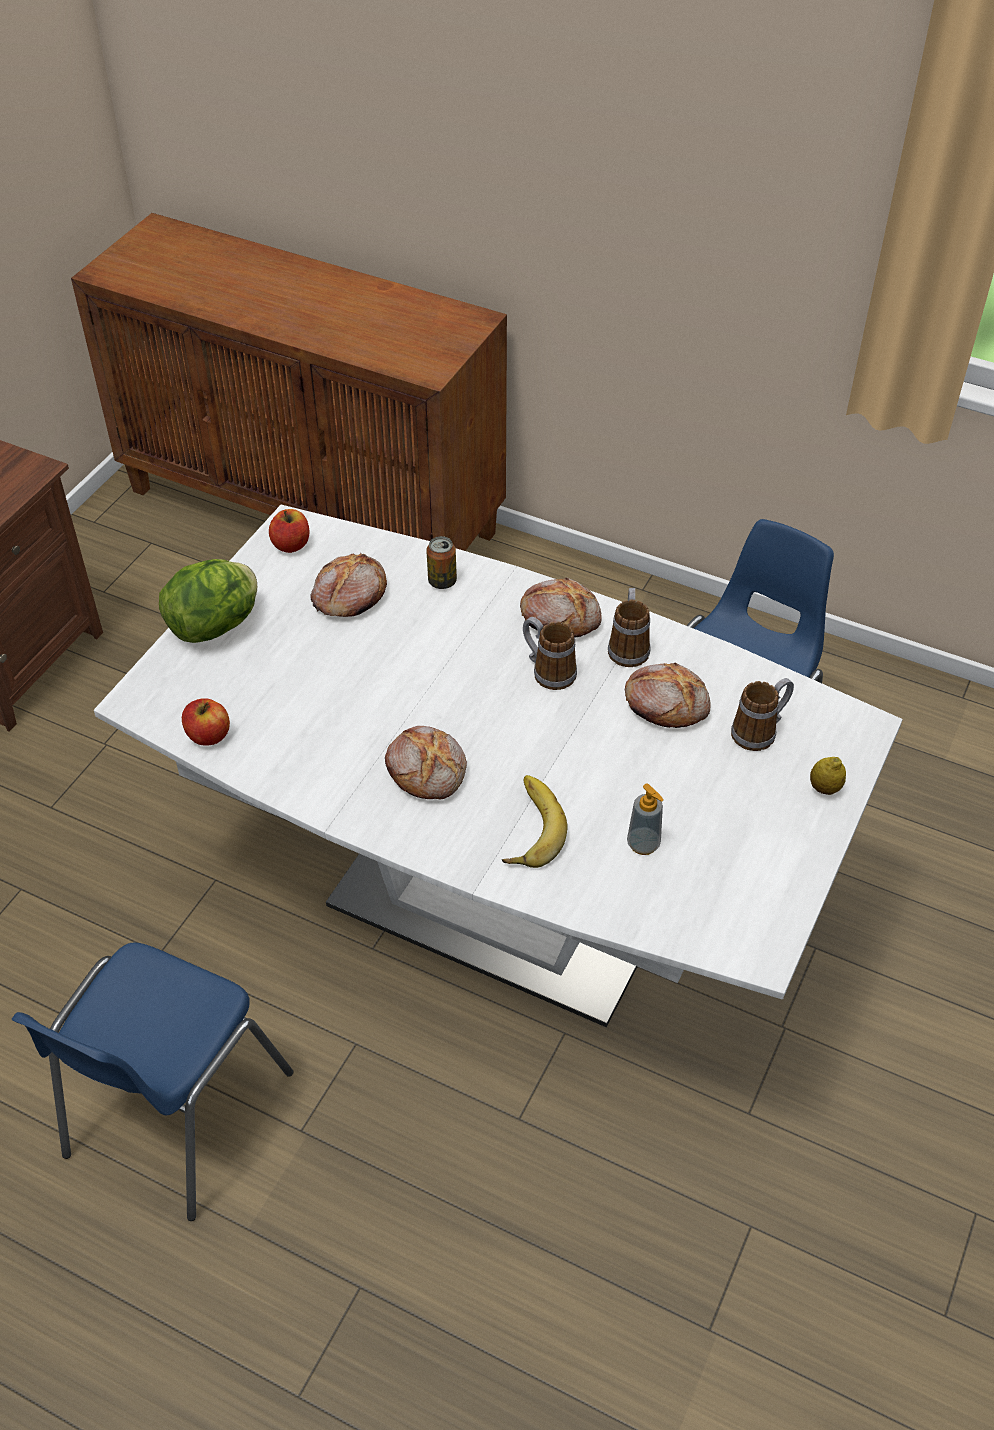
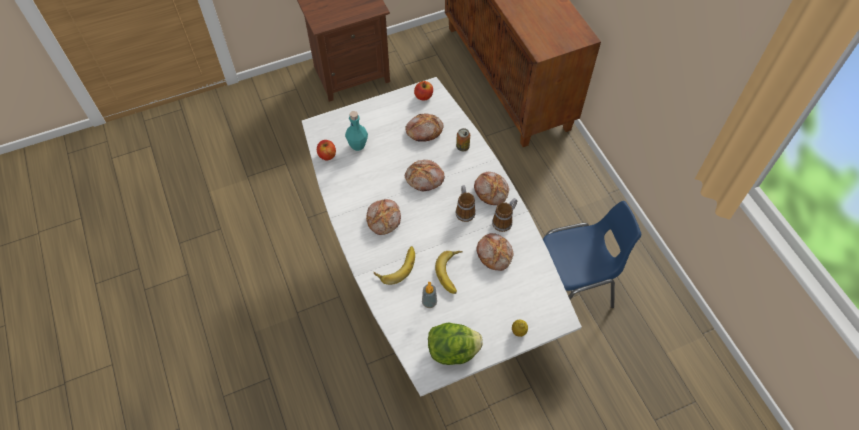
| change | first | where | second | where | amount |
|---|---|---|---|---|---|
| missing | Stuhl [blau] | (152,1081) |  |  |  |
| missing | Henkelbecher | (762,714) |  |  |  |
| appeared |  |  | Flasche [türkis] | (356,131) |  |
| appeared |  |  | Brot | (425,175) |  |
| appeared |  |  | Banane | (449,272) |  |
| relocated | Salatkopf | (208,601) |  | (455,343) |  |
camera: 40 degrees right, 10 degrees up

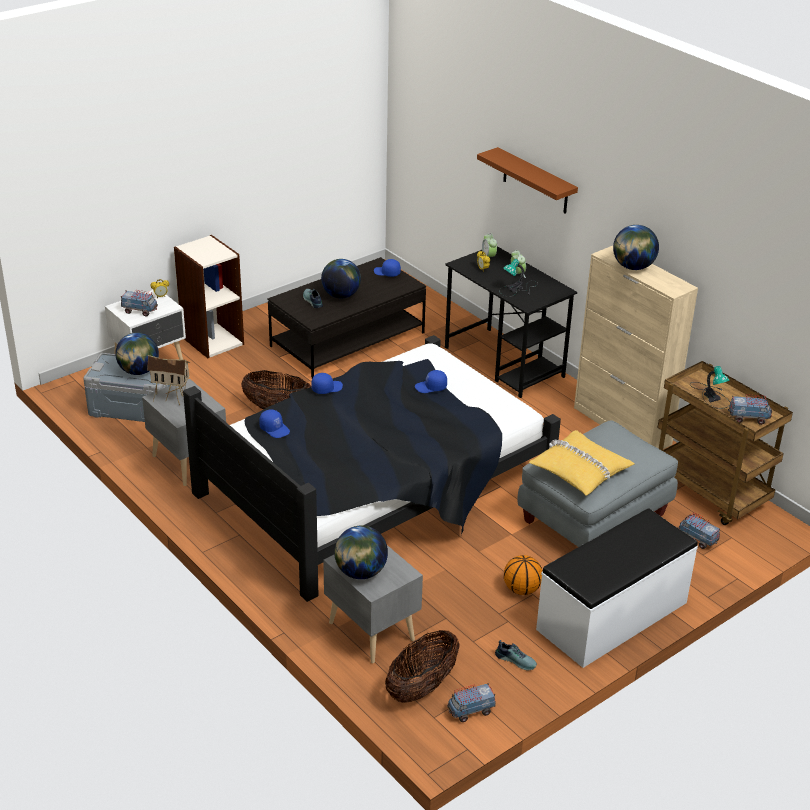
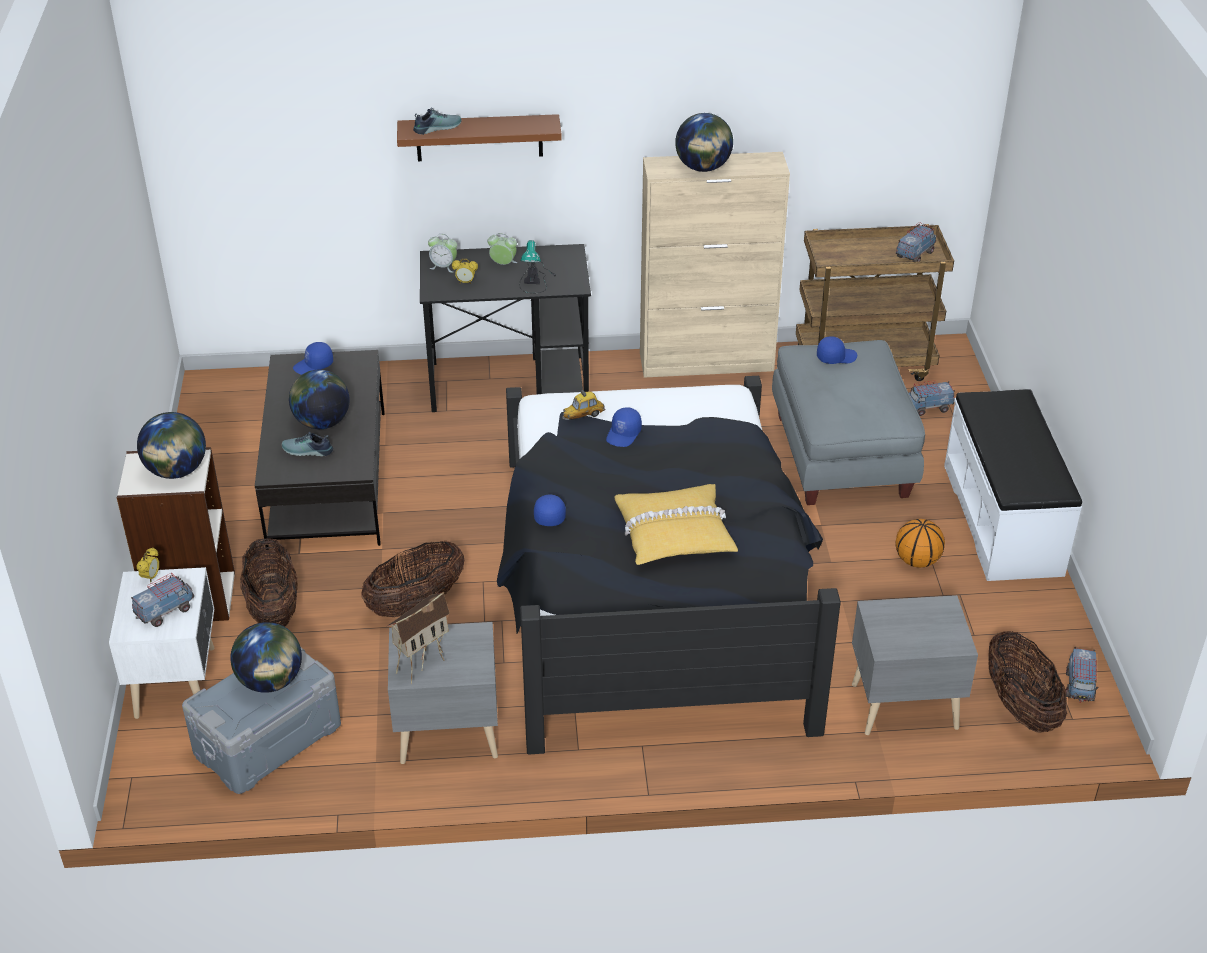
| change | first | where | second | where | amount |
|---|---|---|---|---|---|
| missing | Tischlampe | (710,387) |  |  |  |
| appeared |  |  | Korb | (269,582) |  |
| appeared |  |  | Spielzeugauto | (584,405) |  |
| relocated | Kappe [blau] | (274,423) |  | (837,350) |  |
| relocated | Globus | (361,552) |  | (171,445) |  |
| relocated | Schuh | (516,655) |  | (437,121) |  |
| relocated | Kissen [gelb] | (582,462) |  | (676,524) |  |
camera: 55 degrees left, 5 degrees up

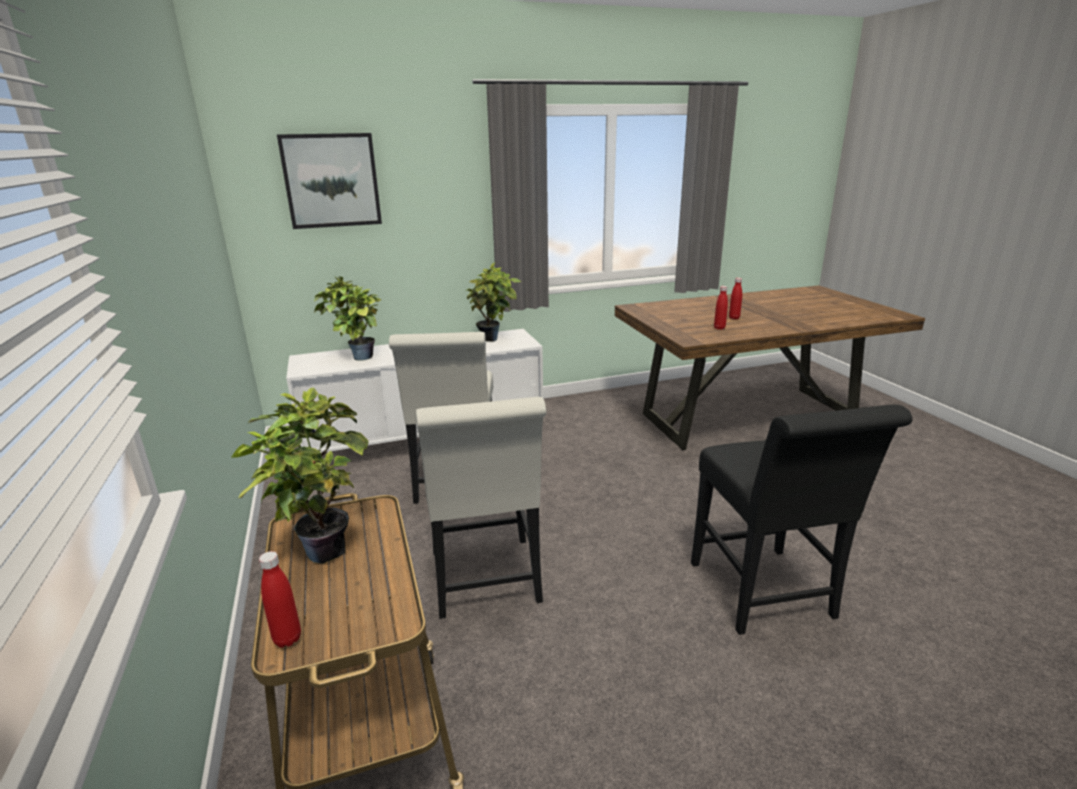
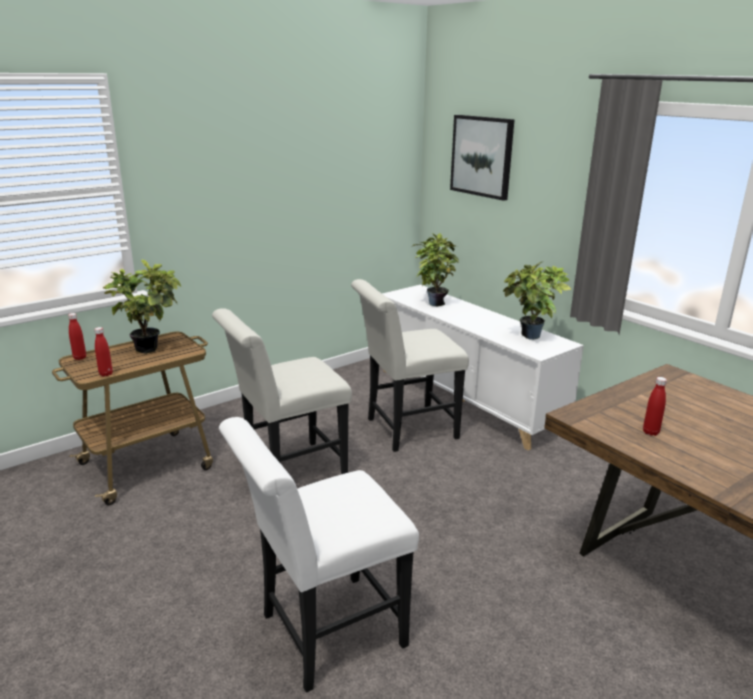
| change | first | where | second | where | amount |
|---|---|---|---|---|---|
| relocated | Flasche [rot] | (735,298) |  | (103,351) |  |
| colour | Stuhl [schwarz] | (802,519) | Stuhl [weiß] | (319,555) |  |
camera: 70 degrees right, 0 degrees up

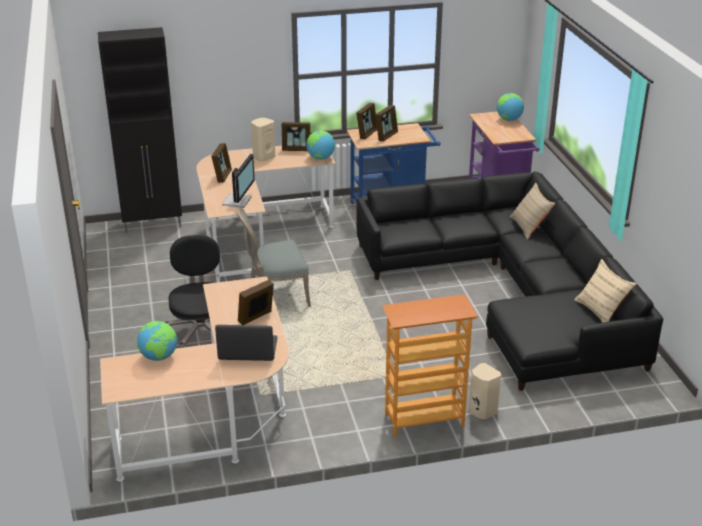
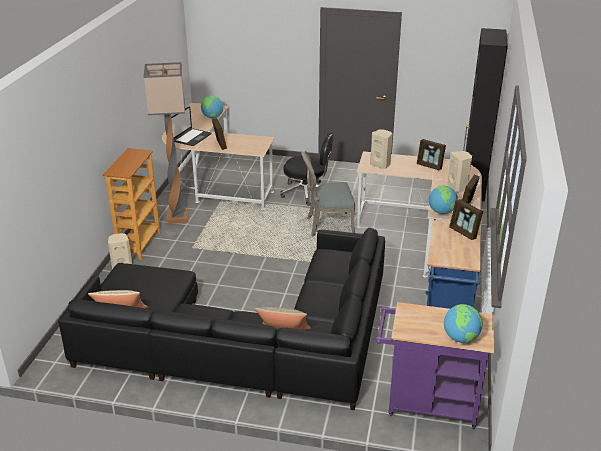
| change | first | where | second | where | amount |
|---|---|---|---|---|---|
| missing | Bilderrahmen | (386,123) |  |  |  |
| appeared |  |  | Stehlampe | (165,143) |  |
| exchanged | Monitor | (238,181) | Lautsprecher [beige] | (381,149) |  |
| spun | Stuhl [grau] | (273,257) |  | (328,193) | 105 degrees counterclockwise |
camera: 115 degrees right, 0 degrees up

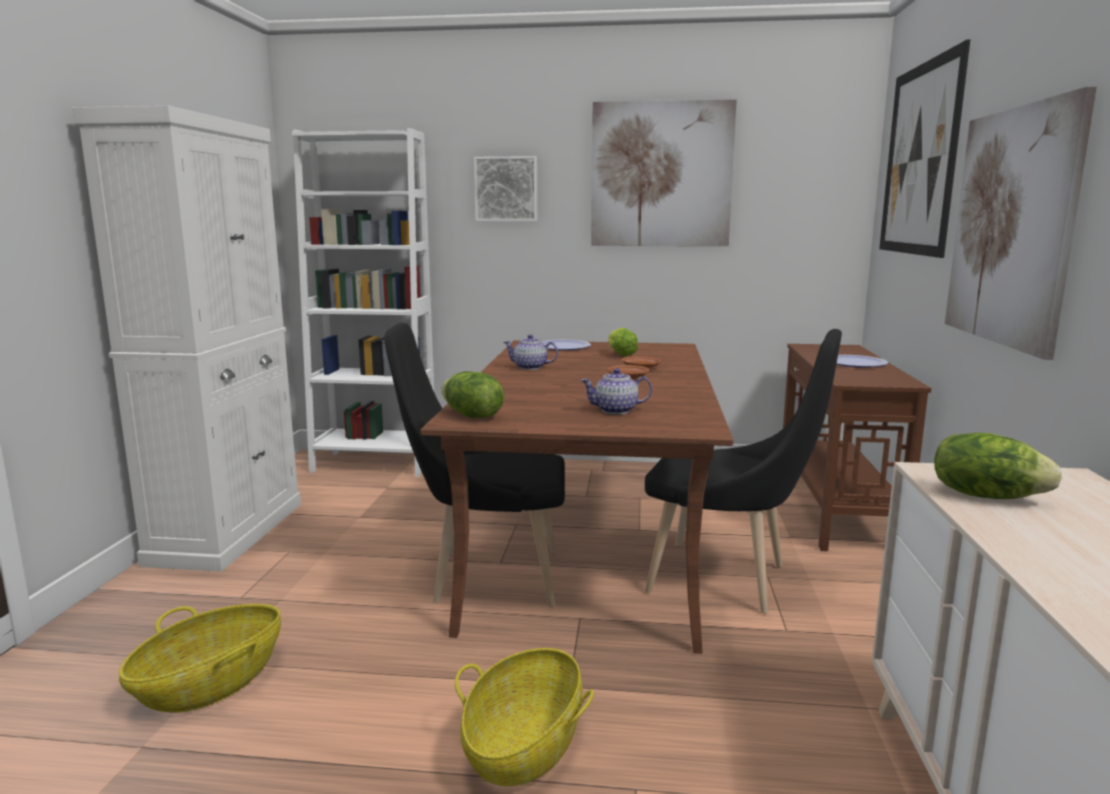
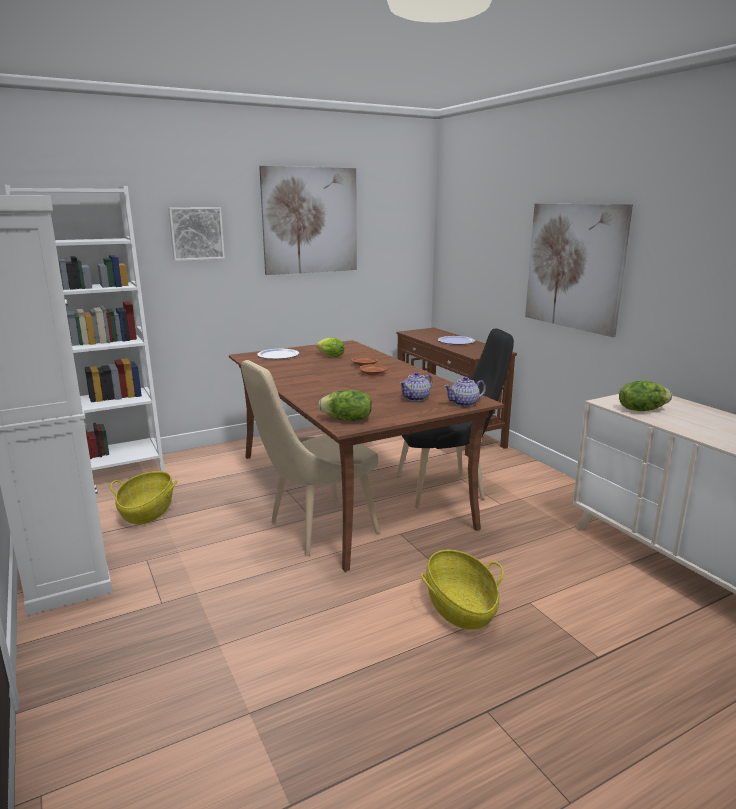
| change | first | where | second | where | amount |
|---|---|---|---|---|---|
| missing | Bild | (924,149) |  |  |  |
| relocated | Korb | (200,658) |  | (143,497) |  |
| relocated | Teekanne | (530,352) |  | (465,391) |  |
| colour | Stuhl [schwarz] | (474,465) | Stuhl [beige] | (310,458) |  |
camera: 35 degrees left, 5 degrees up

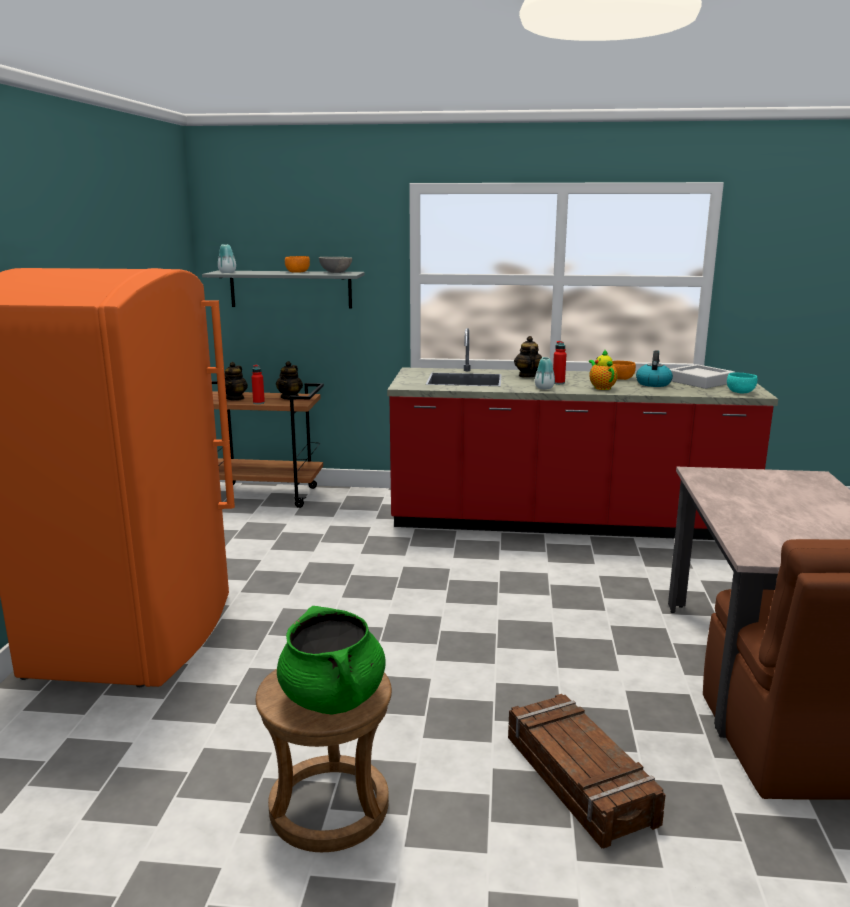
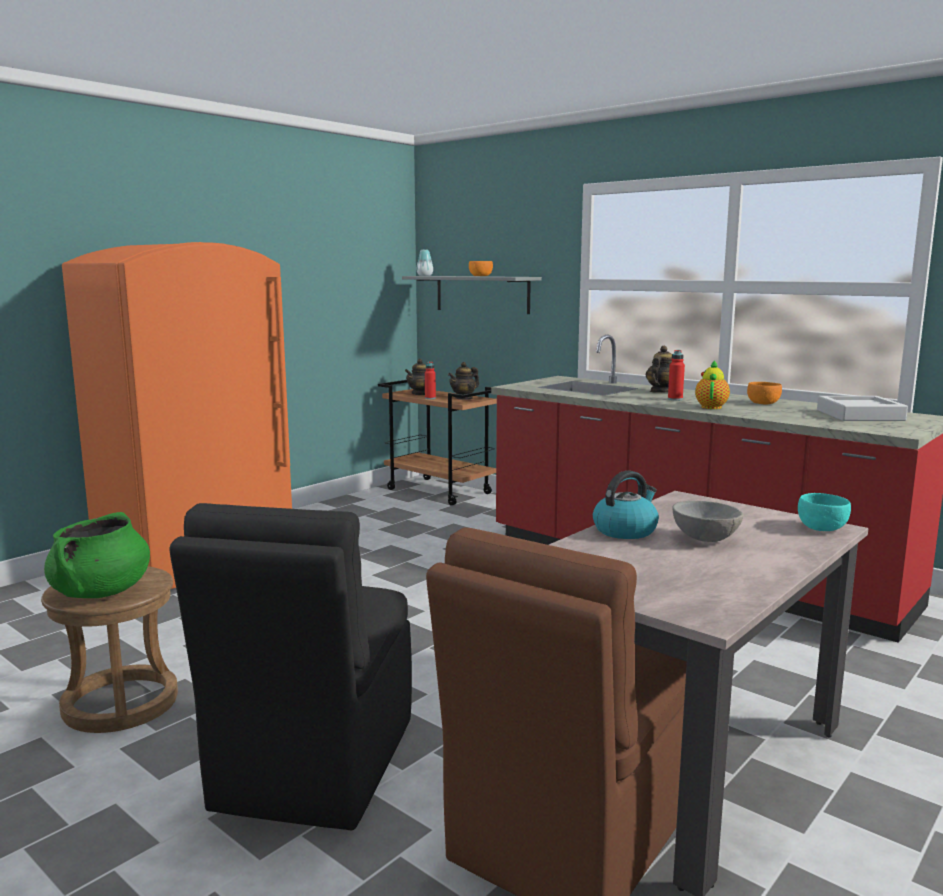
| change | first | where | second | where | amount |
|---|---|---|---|---|---|
| missing | Vase | (545,373) |  |  |  |
| relocated | Schüssel [grau] | (335,265) |  | (707,521) |  |
| relocated | Wasserkessel | (654,368) |  | (626,505) |  |
| relocated | Schüssel [türkis] | (742,383) |  | (824,512) |  |
| exchanged | Kiste | (587,771) | Stuhl [schwarz] | (290,666) |  |
camera: 35 degrees right, 5 degrees down

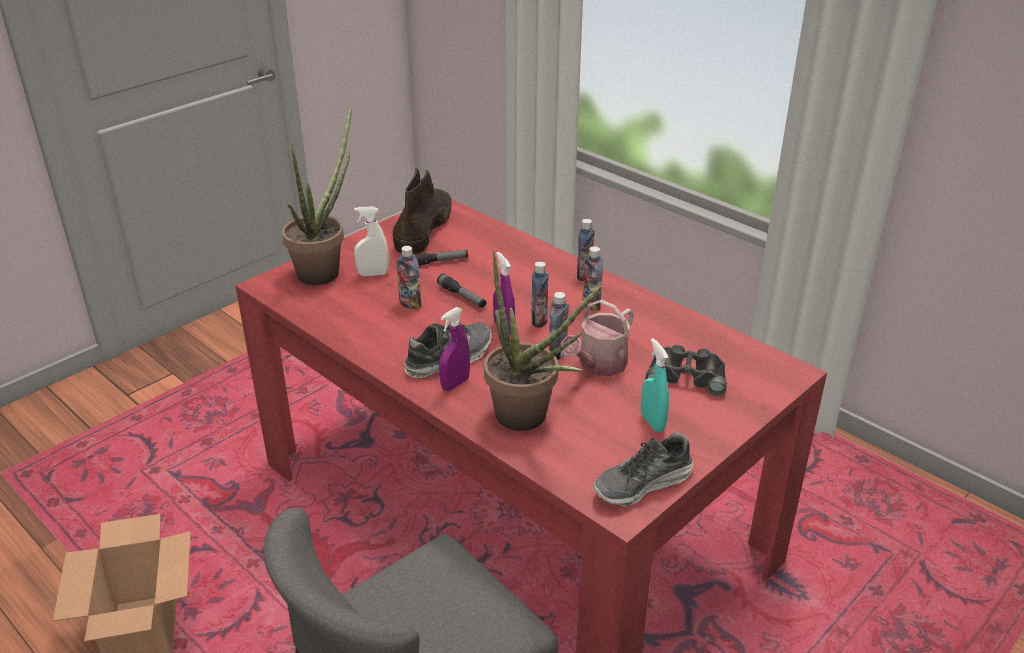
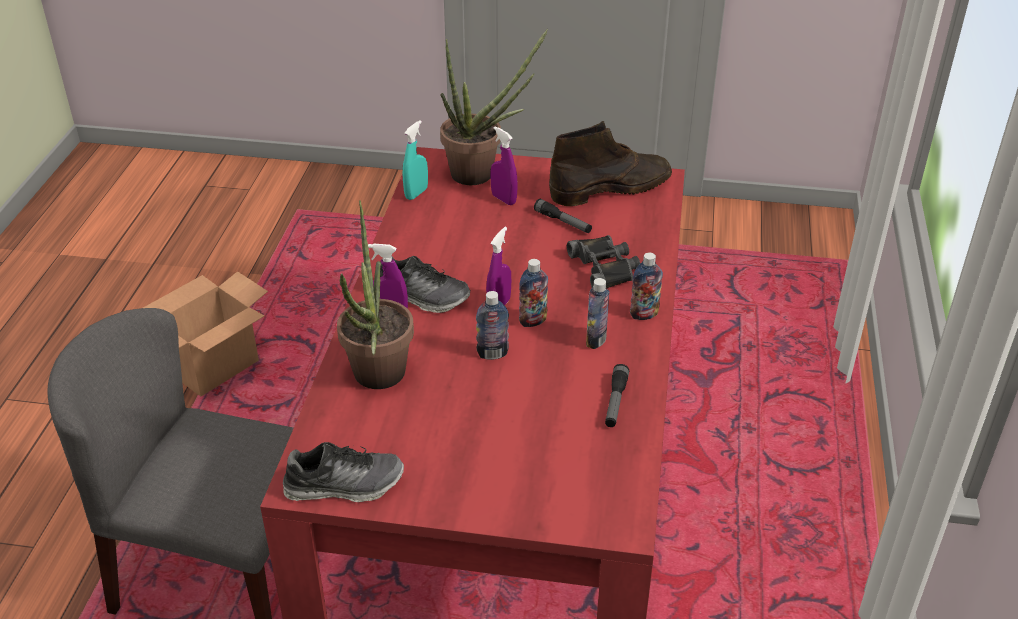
| change | first | where | second | where | amount |
|---|---|---|---|---|---|
| missing | Flasche | (409,277) |  |  |  |
| missing | Gießkanne | (597,337) |  |  |  |
| relocated | Taschenlampe | (462,290) |  | (617,395) |  |
| relocated | Sprühflasche [türkis] | (655,385) |  | (415,160) |  |
| relocated | Fernglas [schwarz] | (686,370) |  | (603,261) |  |
| colour | Sprühflasche [weiß] | (371,241) | Sprühflasche [lila] | (504,165) |  |
| spun | Schuh | (643,469) |  | (343,472) | 150 degrees clockwise |
camera: 55 degrees right, 5 degrees up

